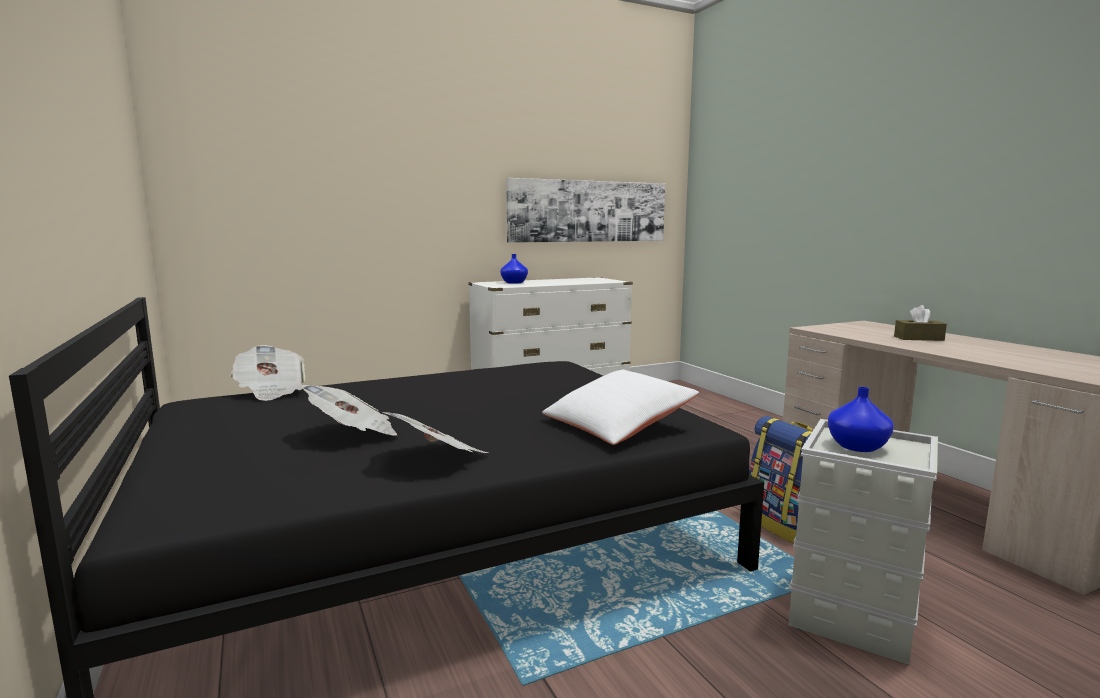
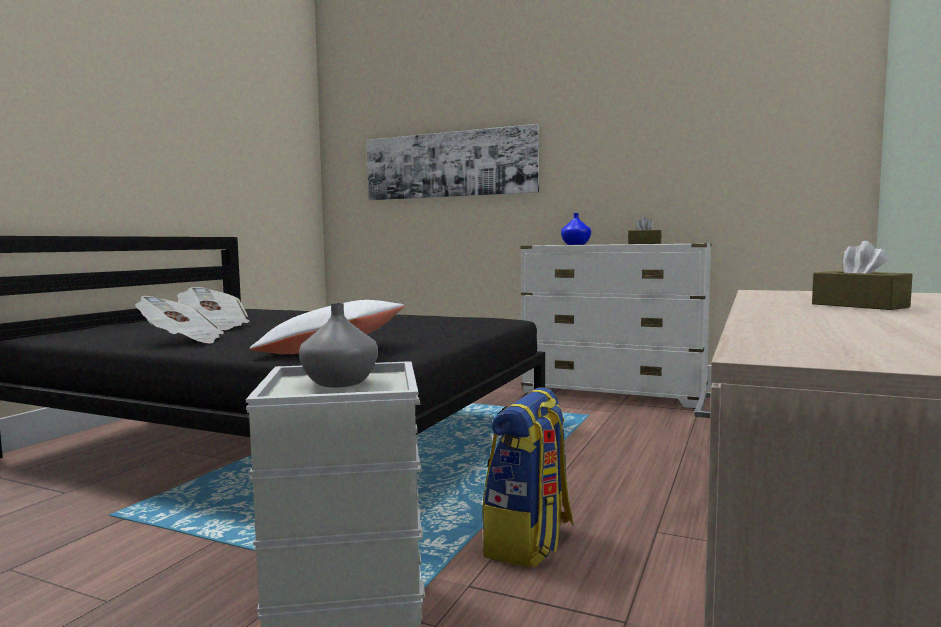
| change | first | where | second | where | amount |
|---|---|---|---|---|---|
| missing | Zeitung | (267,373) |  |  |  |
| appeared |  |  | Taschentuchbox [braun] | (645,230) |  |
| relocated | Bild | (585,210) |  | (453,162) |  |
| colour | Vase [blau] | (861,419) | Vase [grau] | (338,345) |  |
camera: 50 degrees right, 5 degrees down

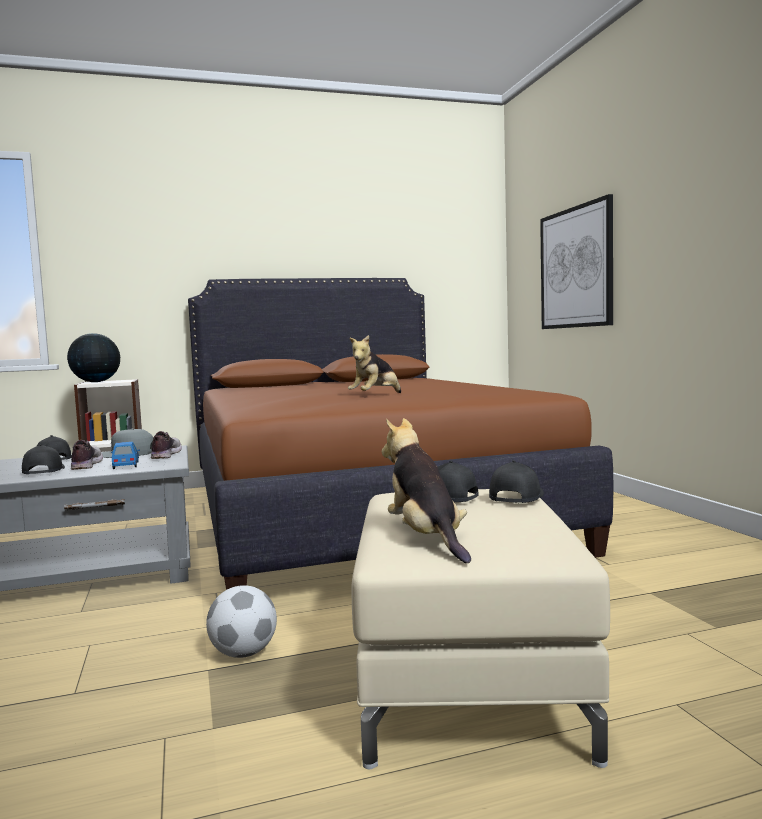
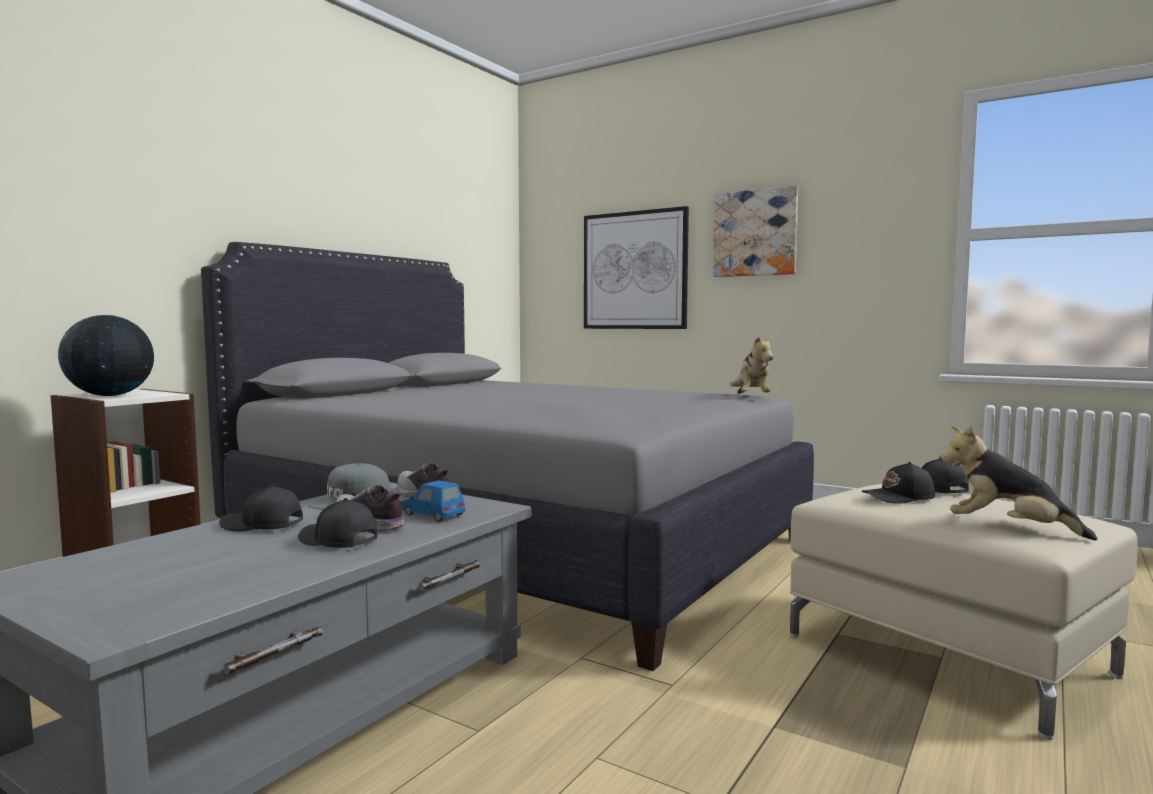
| change | first | where | second | where | amount |
|---|---|---|---|---|---|
| missing | Fußball | (241,621) |  |  |  |
| appeared |  |  | Bild | (755,231) |  |
| relocated | Plüschtier | (374,364) |  | (751,365) |  |
| colour | Bett [braun] | (400,434) | Bett [grau] | (507,456) |  |
camera: 40 degrees left, 0 degrees up

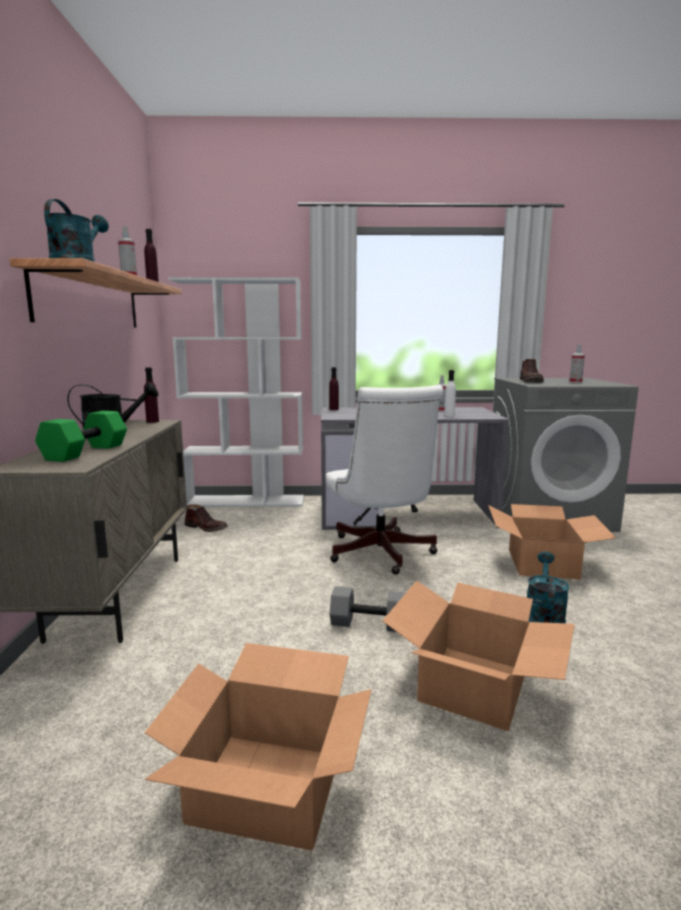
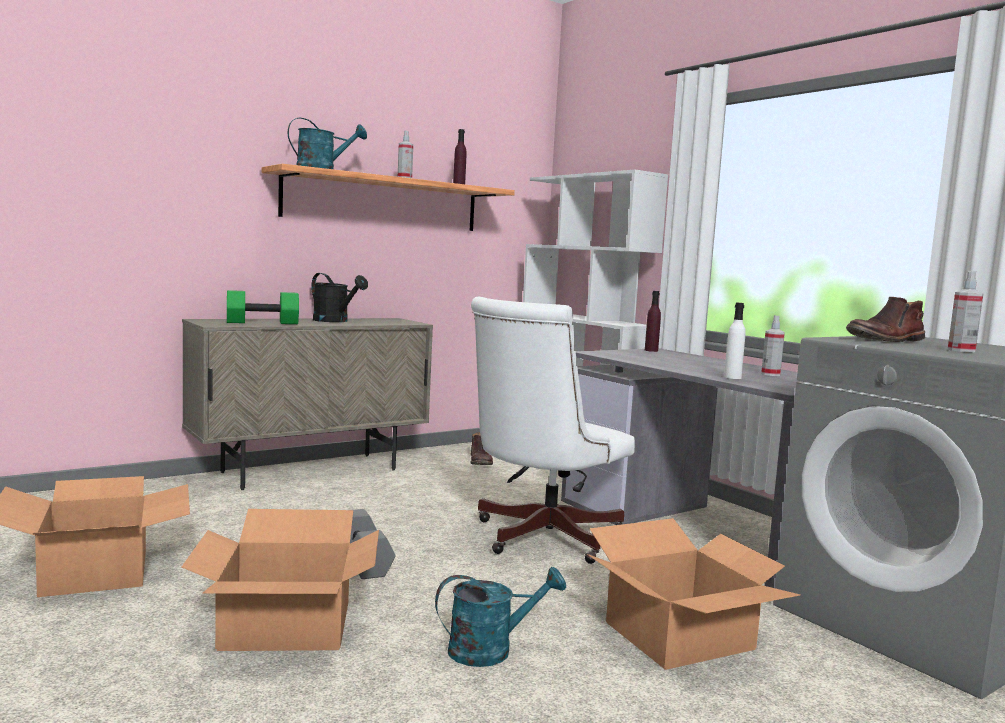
| change | first | where | second | where | amount |
|---|---|---|---|---|---|
| missing | Flasche [lila] | (151,395) |  |  |  |
camera: 55 degrees right, 5 degrees down

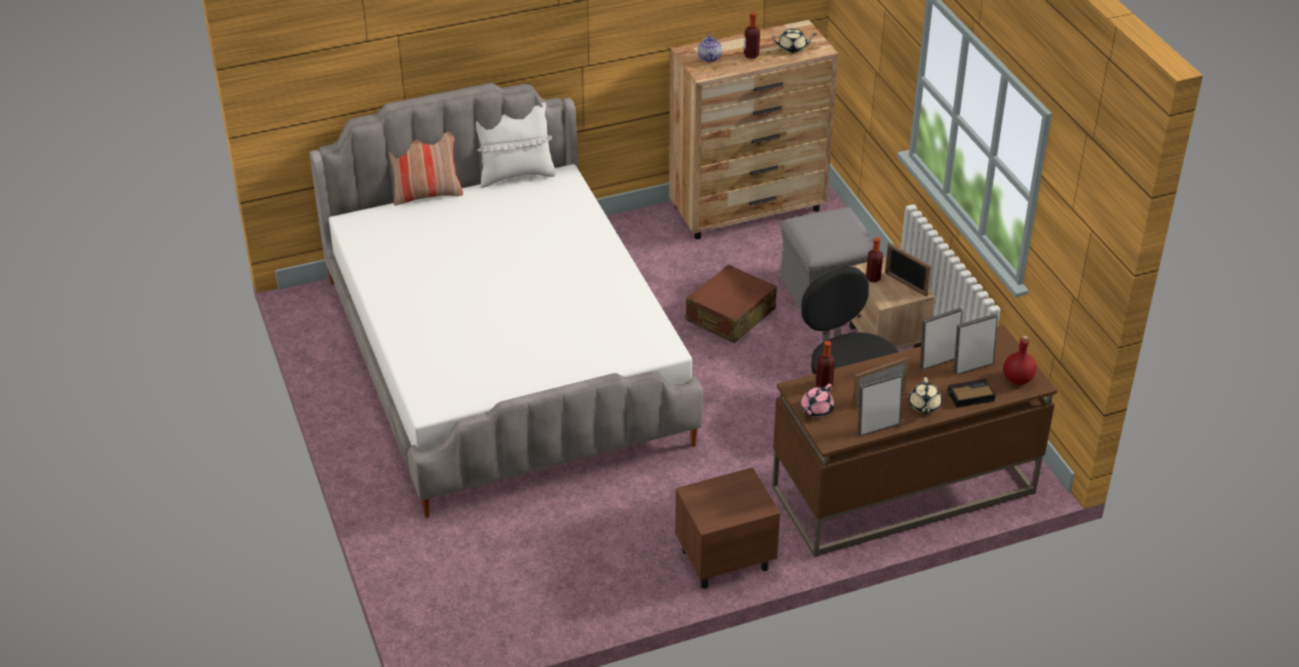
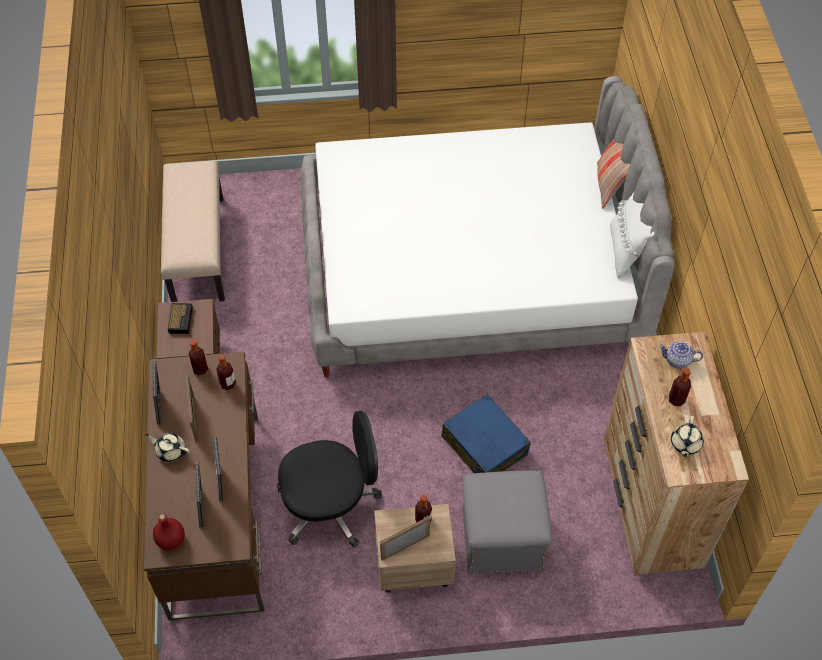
| change | first | where | second | where | amount |
|---|---|---|---|---|---|
| appeared |  |  | Bank [beige] | (193,231) |  |
| relocated | Wecker | (971,393) |  | (180,318) |  |
| exchanged | Teekanne [rosa] | (817,400) | Flasche | (198,358) |  |
| colour | Koffer [braun] | (731,304) | Koffer [blau] | (486,433) |  |
camera: 105 degrees right, 15 degrees up

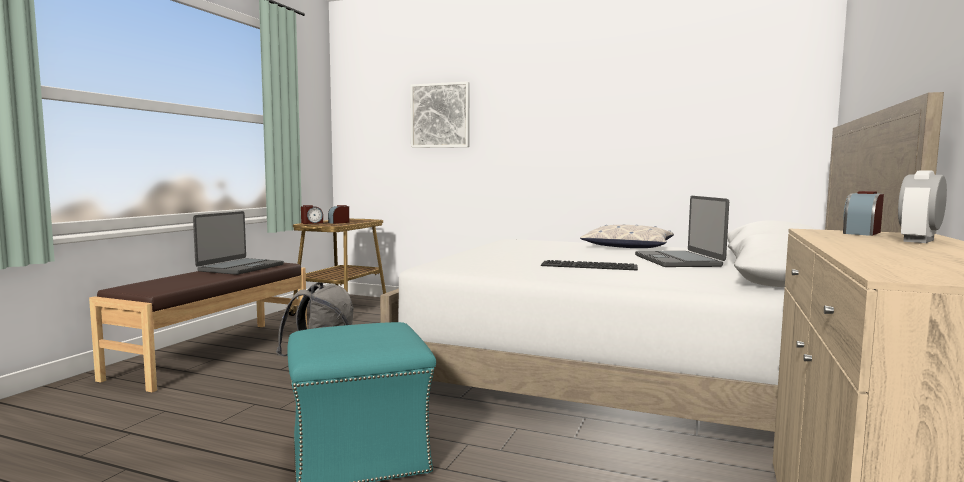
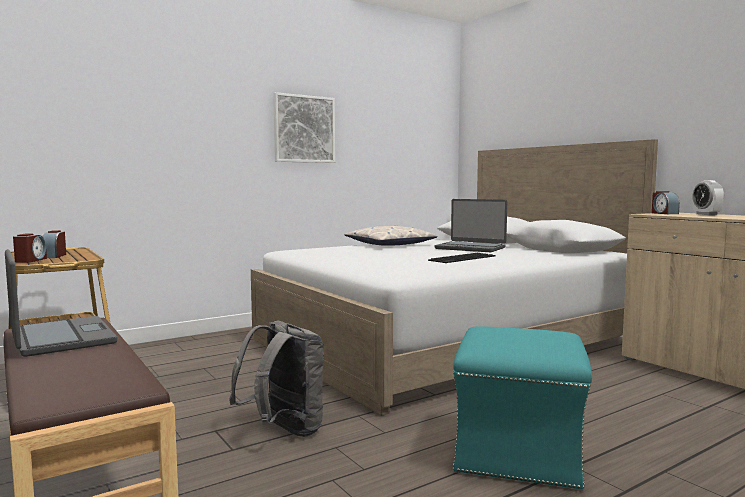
| change | first | where | second | where | amount |
|---|---|---|---|---|---|
| relocated | Bild | (440,114) |  | (304,127) |  |
camera: 55 degrees left, 0 degrees up

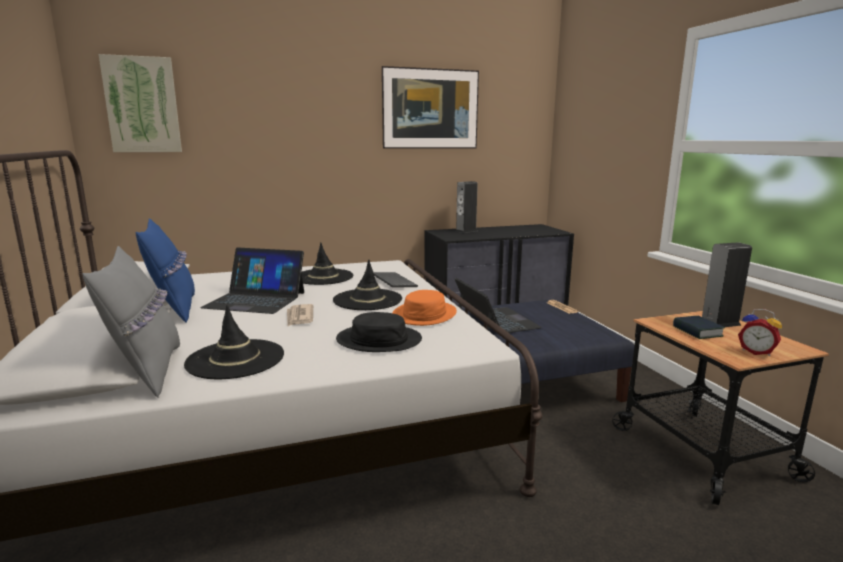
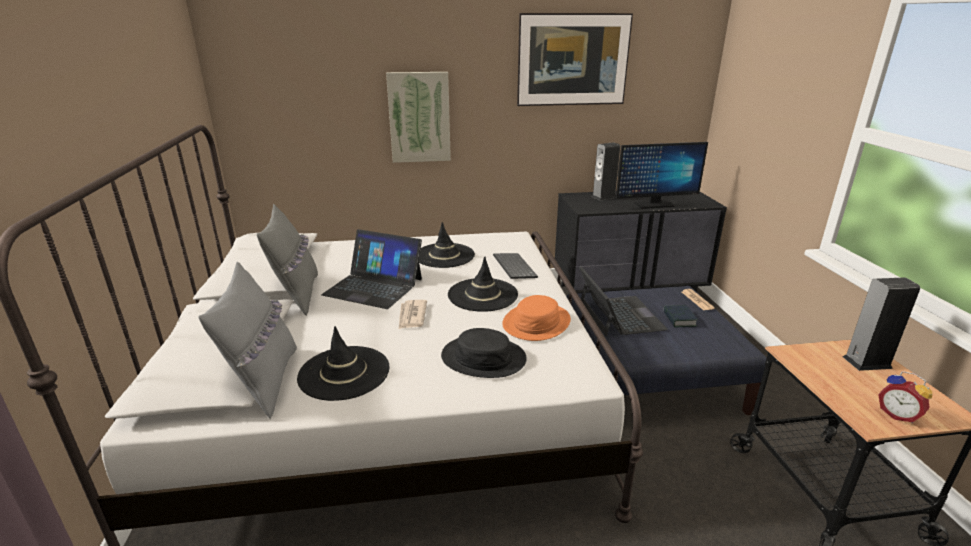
| change | first | where | second | where | amount |
|---|---|---|---|---|---|
| appeared |  |  | Monitor | (662,175) |  |
| relocated | Bild | (140,103) |  | (418,117) |  |
| relocated | Buch | (699,327) |  | (680,316) |  |
| colour | Kissen [blau] | (165,270) | Kissen [grau] | (287,259) |  |
camera: 10 degrees right, 10 degrees up

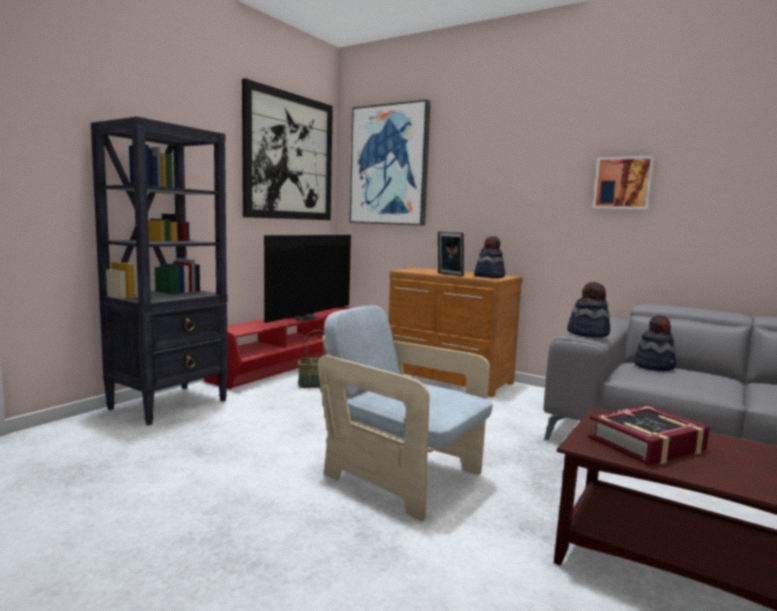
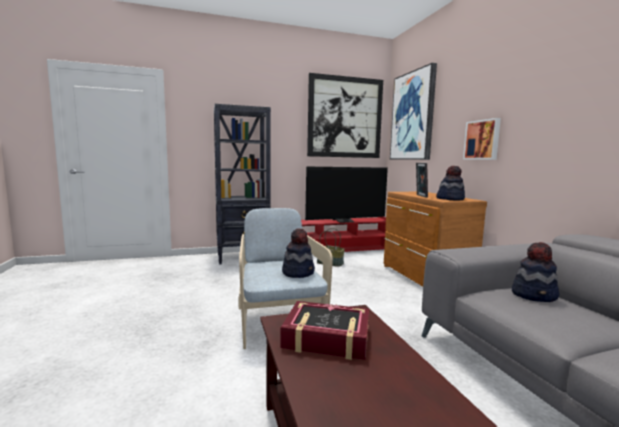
| change | first | where | second | where | amount |
|---|---|---|---|---|---|
| relocated | Hut | (588,310) |  | (298,253) |  |
| relocated | Bild | (623,182) |  | (482,139) |  |
camera: 40 degrees right, 0 degrees up

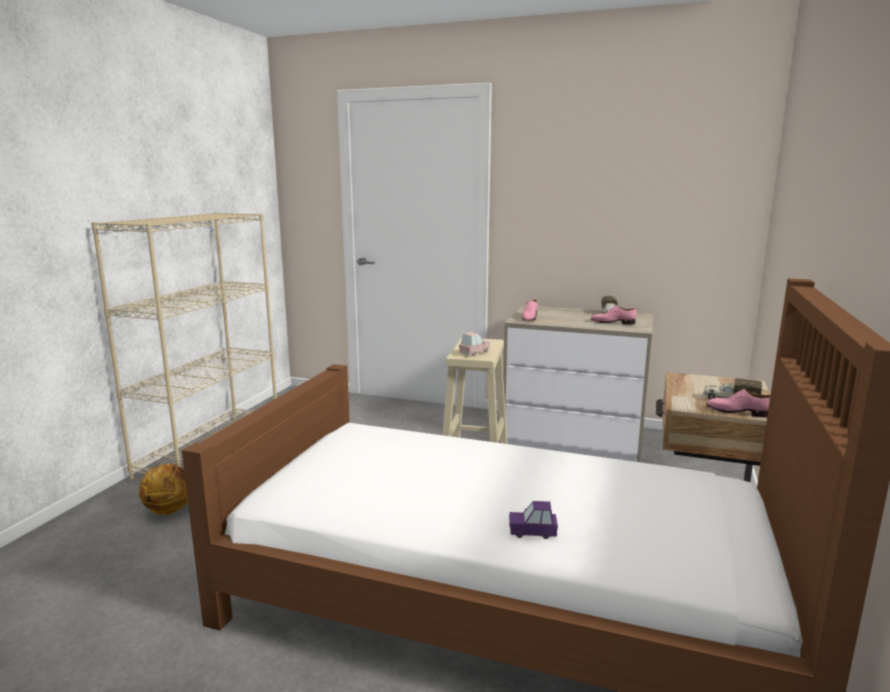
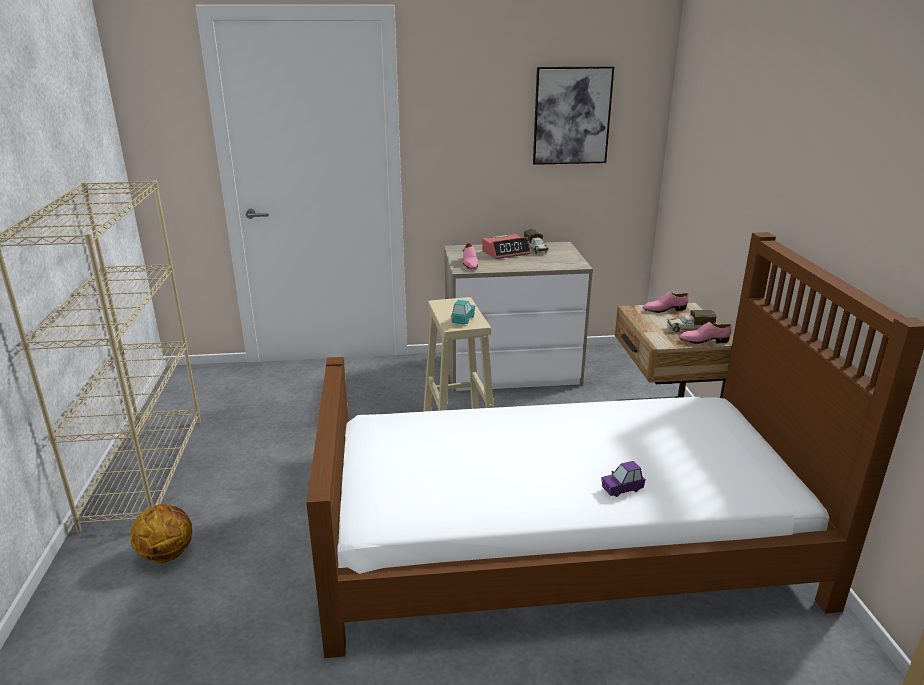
| change | first | where | second | where | amount |
|---|---|---|---|---|---|
| appeared |  |  | Wecker | (506,246) |  |
| appeared |  |  | Bild | (573,115) |  |
| relocated | Schuh [rosa] | (613,315) |  | (666,302) |  |
| colour | Spielzeugauto [rosa] | (474,344) | Spielzeugauto [türkis] | (463,312) |  |
camera: 25 degrees left, 10 degrees up

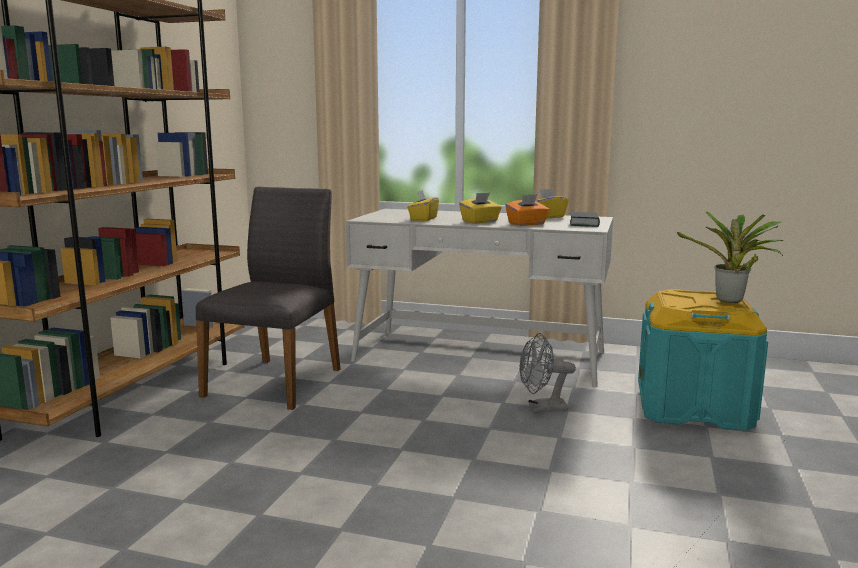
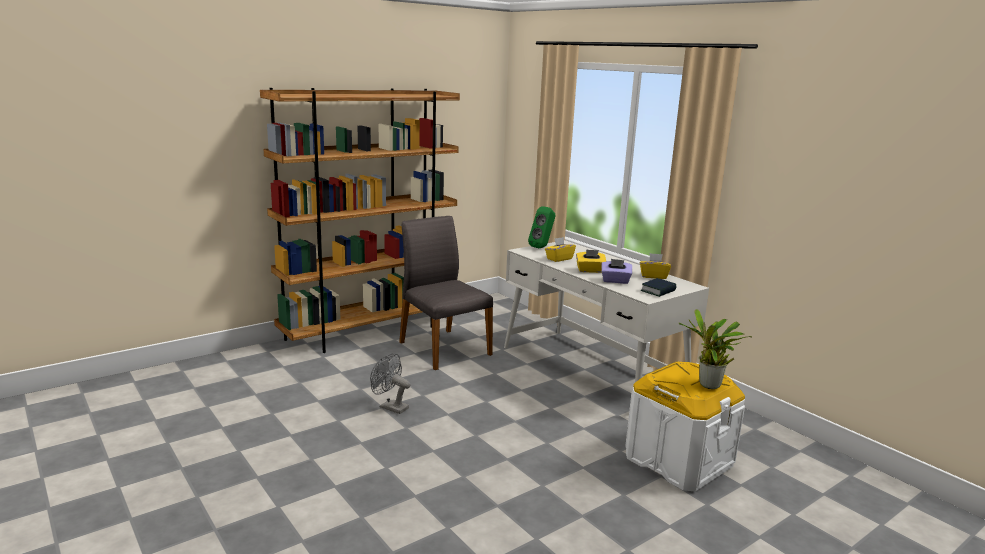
| change | first | where | second | where | amount |
|---|---|---|---|---|---|
| appeared |  |  | Lautsprecher [grün] | (542,227) |  |
| relocated | Ventilator [grau] | (547,372) |  | (390,383) |  |
| colour | Taschentuchbox [orange] | (527,210) | Taschentuchbox [lila] | (616,271) |  |
| colour | Aufbewahrungsbox [türkis] | (703,360) | Aufbewahrungsbox [weiß] | (685,426) |  |
| spun | Stuhl [grau] | (268,298) |  | (446,293) | 90 degrees counterclockwise |
camera: 35 degrees right, 5 degrees up

